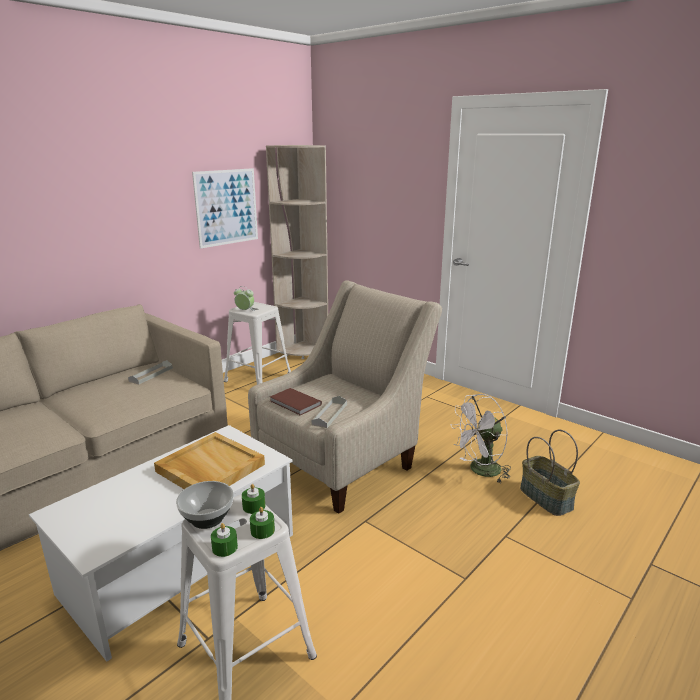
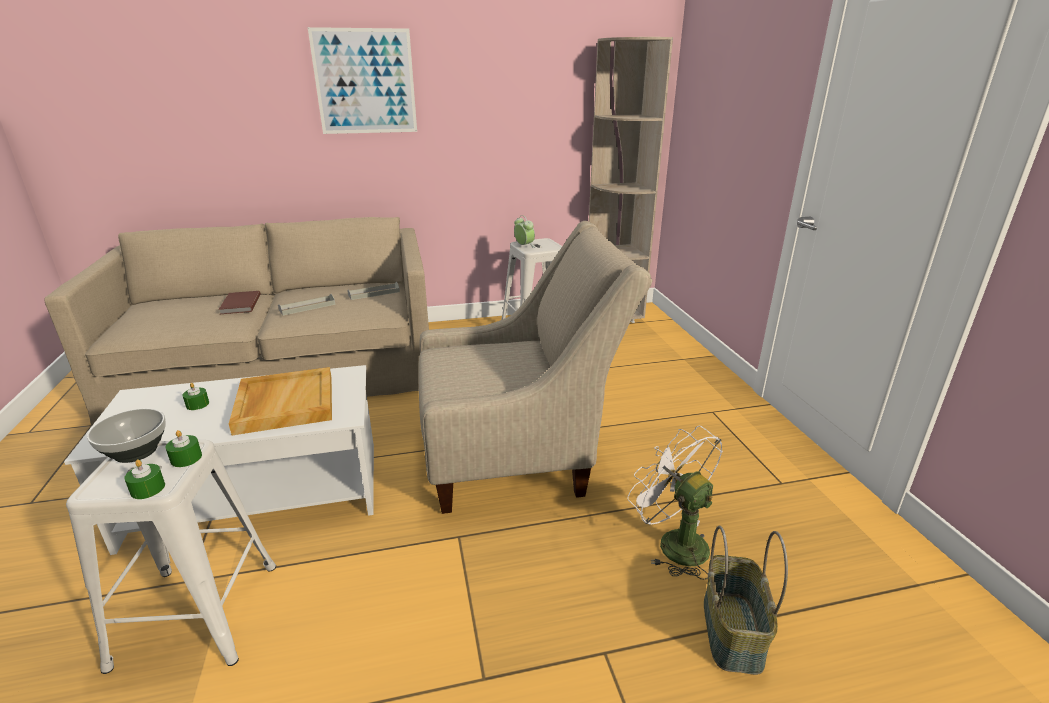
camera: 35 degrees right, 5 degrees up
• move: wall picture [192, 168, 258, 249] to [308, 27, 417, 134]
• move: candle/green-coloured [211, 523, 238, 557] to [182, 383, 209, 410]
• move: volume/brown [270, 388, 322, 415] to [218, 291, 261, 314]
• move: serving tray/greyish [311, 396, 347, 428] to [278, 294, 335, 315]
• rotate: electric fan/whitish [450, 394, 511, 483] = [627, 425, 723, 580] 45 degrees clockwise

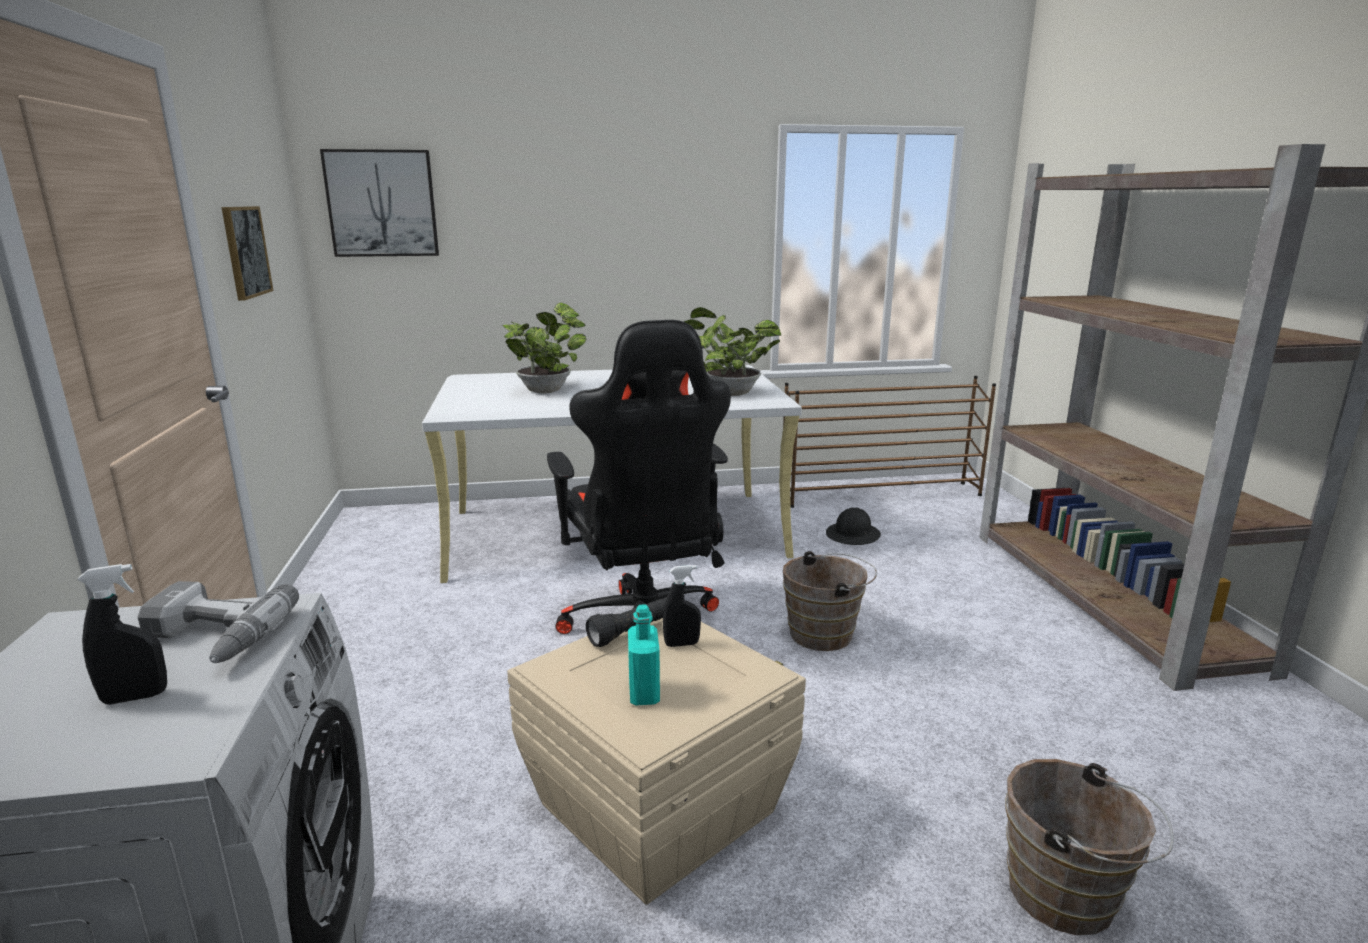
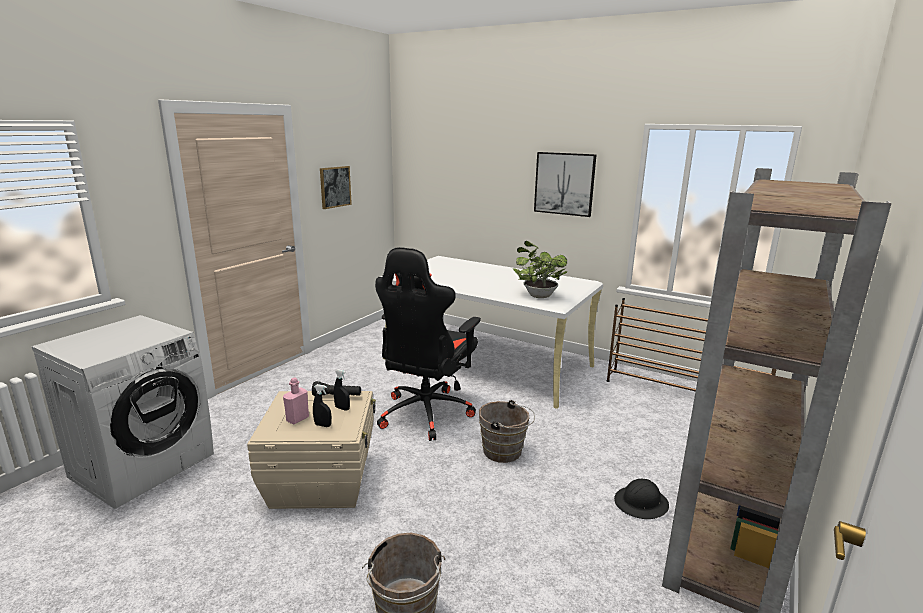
camera: 40 degrees right, 0 degrees up
• move: spray bottle/blackish [77, 564, 167, 705] to [313, 384, 331, 427]
• delete: electric drill [138, 581, 299, 663]
• move: wall picture [320, 149, 439, 257] to [534, 152, 596, 217]
• delete: plant in a pot [502, 303, 586, 394]
• recolor: drink bottle/turquoise [628, 604, 660, 705] to drink bottle/pinkish [283, 377, 309, 424]
• move: hard hat/blackish [826, 507, 881, 545] to [614, 479, 669, 519]

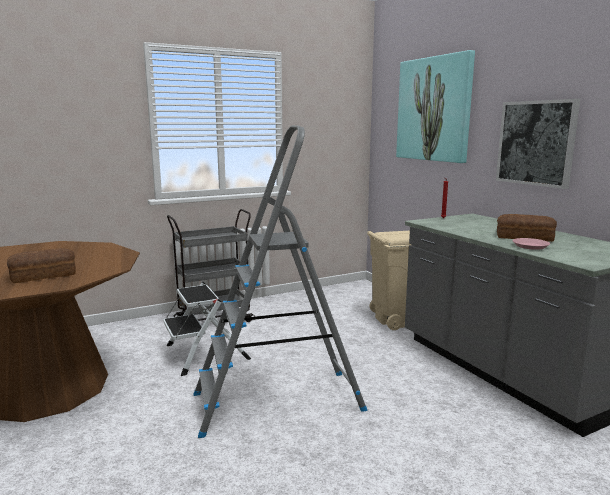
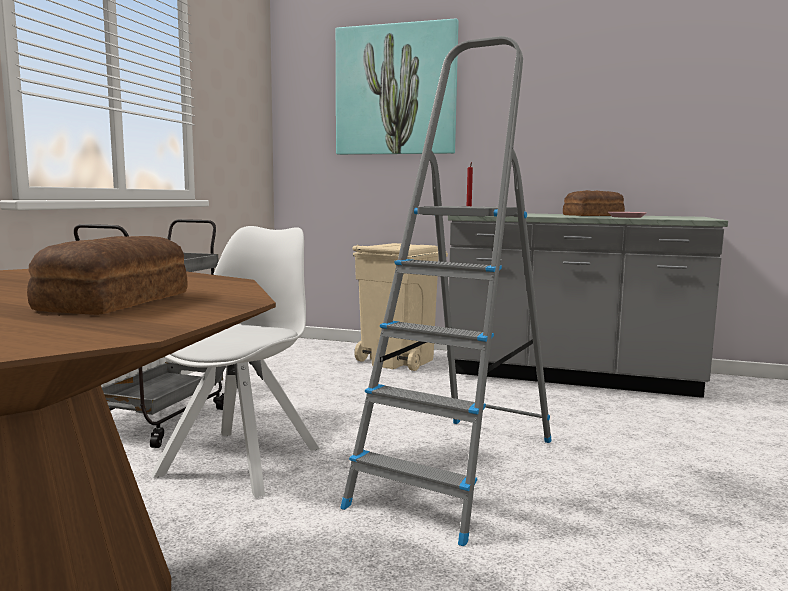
camera: 45 degrees left, 5 degrees down
• replace: step ladder [163, 282, 251, 376] to upright chair/whitish [151, 226, 320, 498]
• delete: wall picture [496, 99, 580, 189]

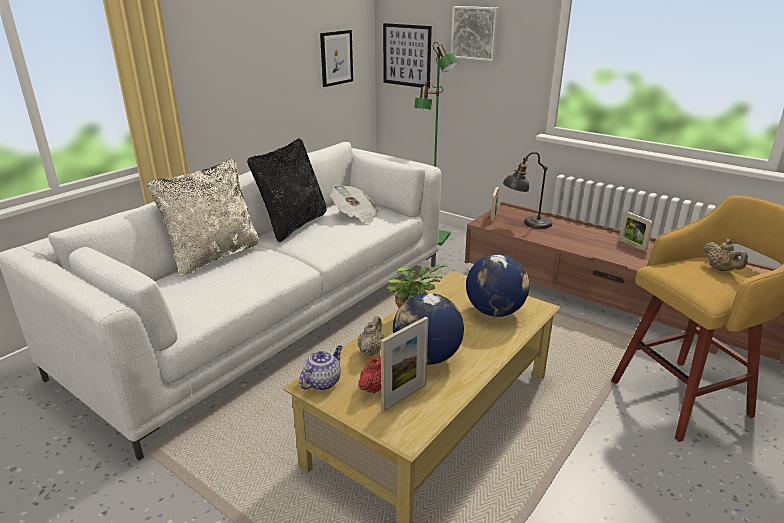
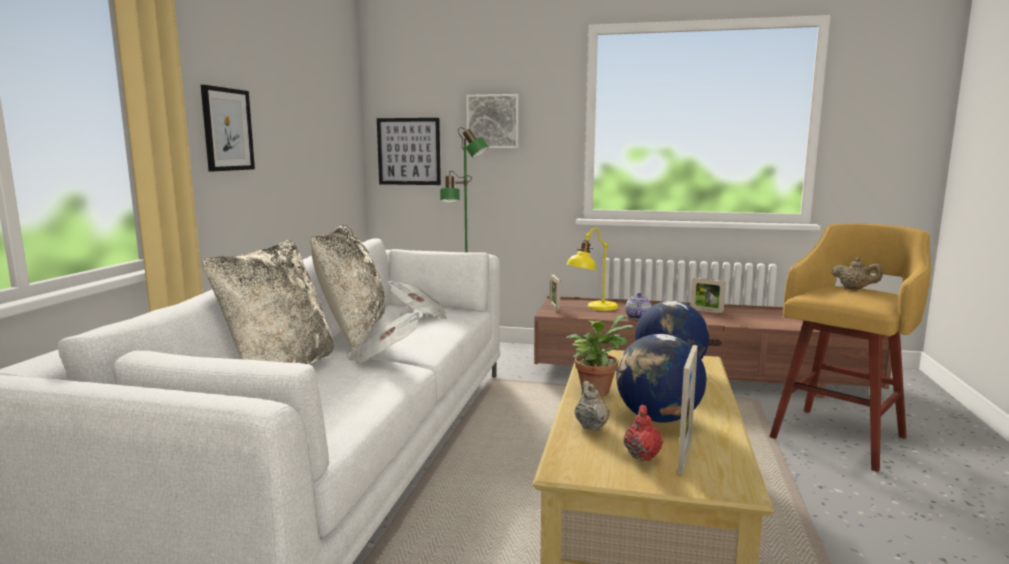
camera: 25 degrees left, 15 degrees down
• recolor: throw pillow/blackish [247, 138, 326, 242] to throw pillow/beige [310, 224, 385, 349]
• move: pot for tea [299, 345, 342, 390] to [625, 293, 651, 320]
• move: wall picture [320, 30, 353, 87] to [201, 85, 255, 172]
• recolor: tabletop lamp/greyish [503, 152, 552, 229] to tabletop lamp/yellowish [567, 228, 618, 311]
• insert: daily paper [346, 312, 424, 364]

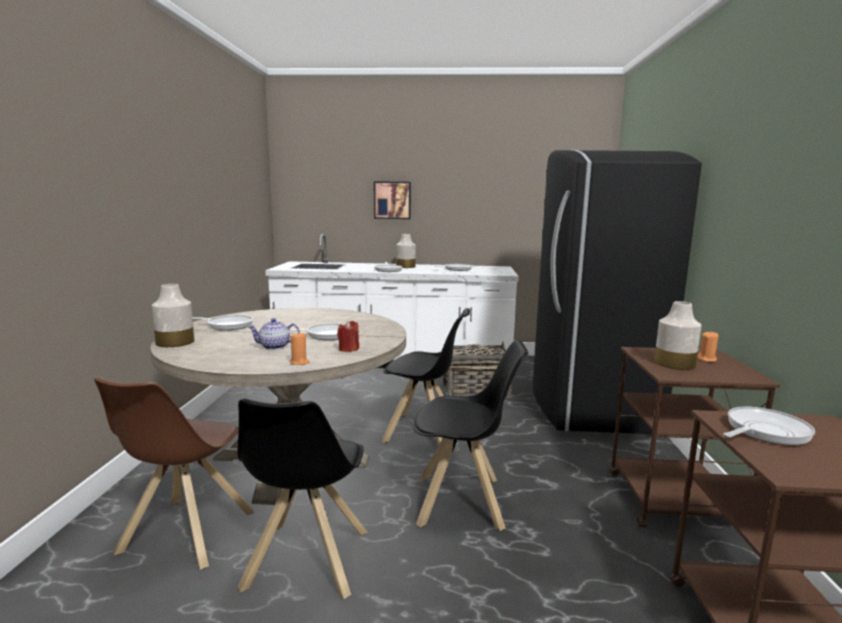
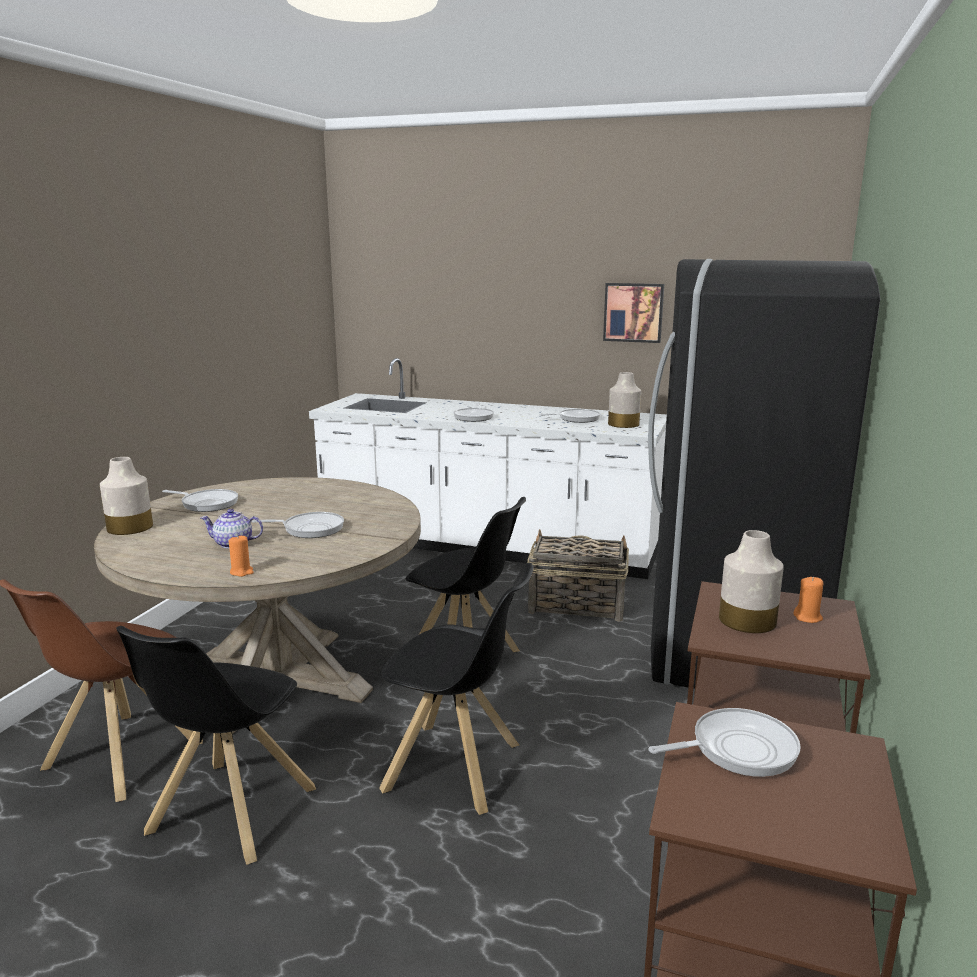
camera: 15 degrees right, 5 degrees up
• delete: candle/red-coloured [337, 321, 359, 352]
• move: wall picture [374, 181, 411, 219] to [603, 283, 664, 343]
• move: decorative vase/beige [396, 234, 416, 268] to [608, 372, 641, 428]

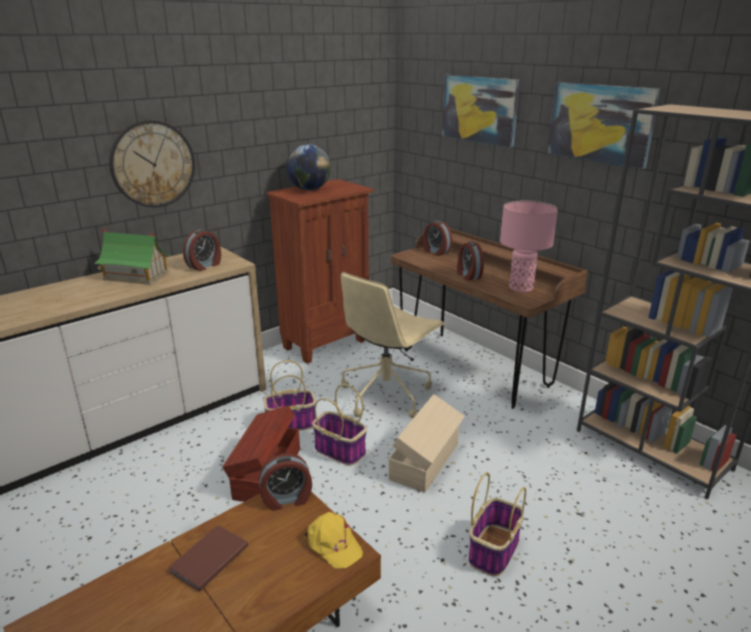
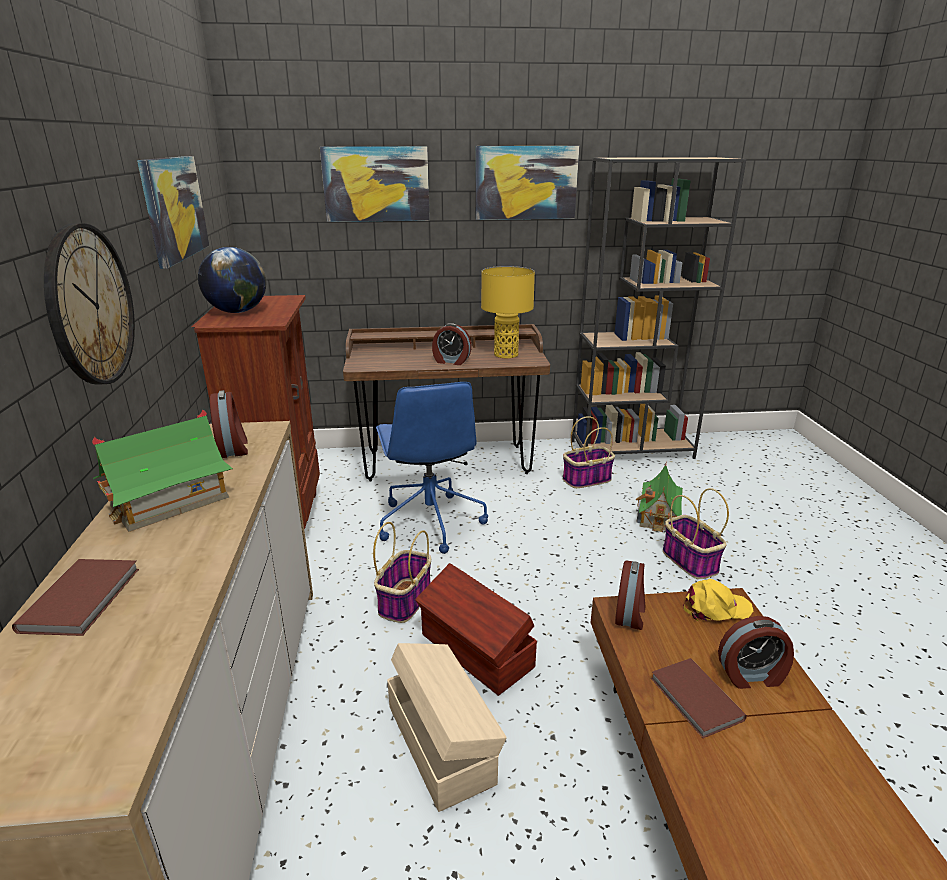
camera: 55 degrees left, 0 degrees up
• move: household basket [312, 384, 367, 465] to [563, 416, 615, 488]
• recolor: office chair/beige [341, 272, 445, 418] to office chair/blue-coloured [376, 382, 488, 554]
• move: storage bin/beige [389, 394, 465, 493] to [387, 643, 507, 812]
• move: alarm clock [423, 220, 452, 256] to [718, 616, 794, 689]
• recolor: tabletop lamp/pinkish [500, 201, 558, 292] to tabletop lamp/yellowish [481, 266, 535, 358]
• insert: volume/brown [12, 559, 139, 636]
• insert: wall picture [137, 156, 209, 269]
• insert: miniature house [636, 464, 683, 532]

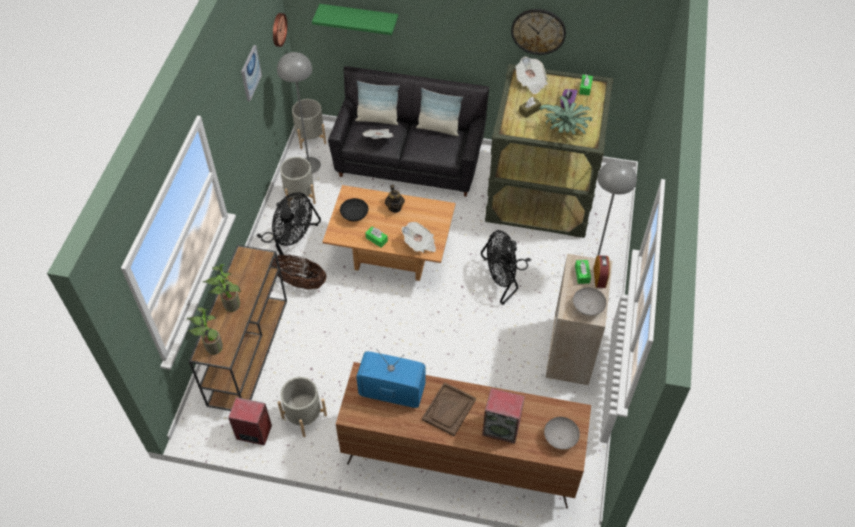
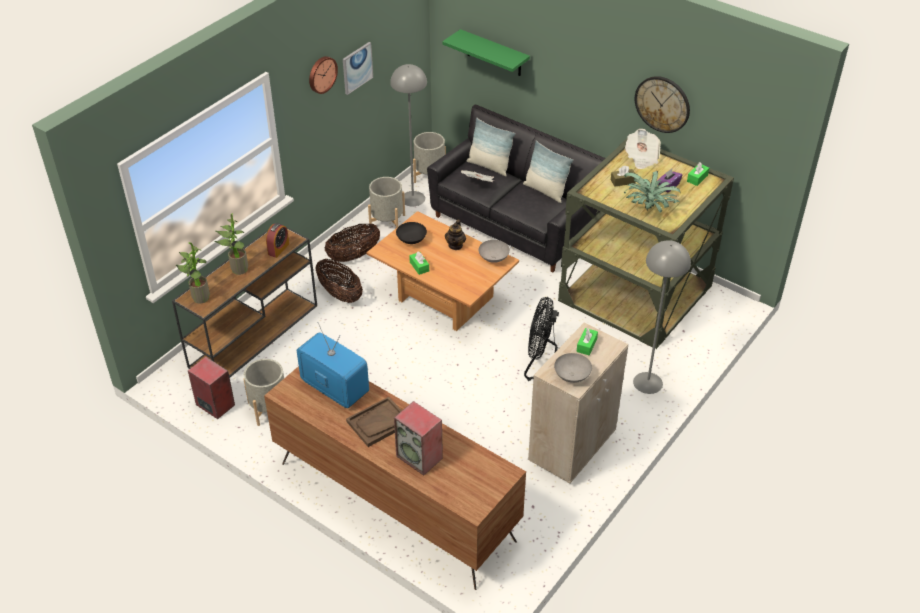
camera: 25 degrees right, 10 degrees down
• replace: electric fan/blackish [257, 192, 321, 263] to household basket [325, 223, 380, 262]
• move: wall clock [273, 13, 287, 47] to [309, 56, 338, 94]
• delete: daily paper [402, 222, 436, 253]
• move: bowl/greyish [544, 417, 580, 449] to [479, 240, 510, 263]
• move: alarm clock [593, 256, 610, 288] to [266, 223, 289, 258]

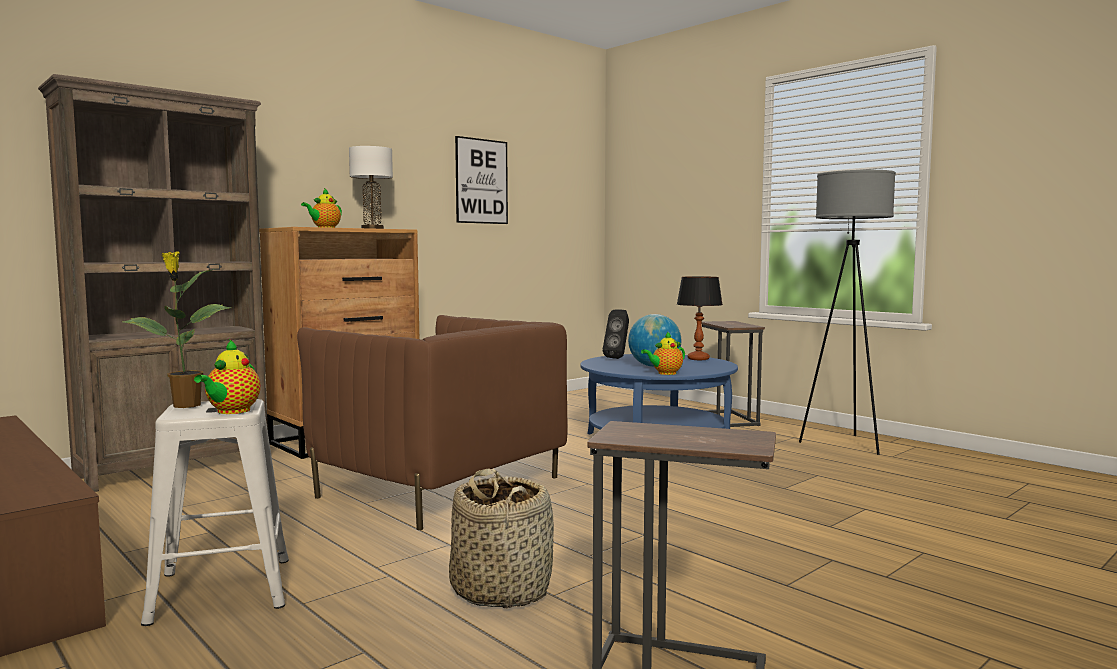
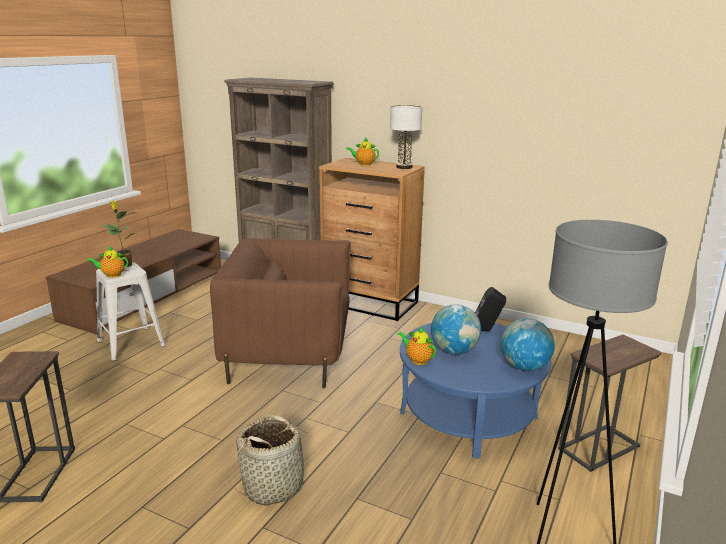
camera: 70 degrees right, 15 degrees up
• rotate: armchair/brown [297, 315, 568, 530] = [210, 239, 351, 388] 75 degrees clockwise
• move: household basket [449, 468, 554, 608] to [234, 415, 315, 506]
• delete: wall picture [455, 136, 508, 224]
• replace: tabletop lamp [677, 276, 723, 360] to desk globe [501, 318, 555, 371]

